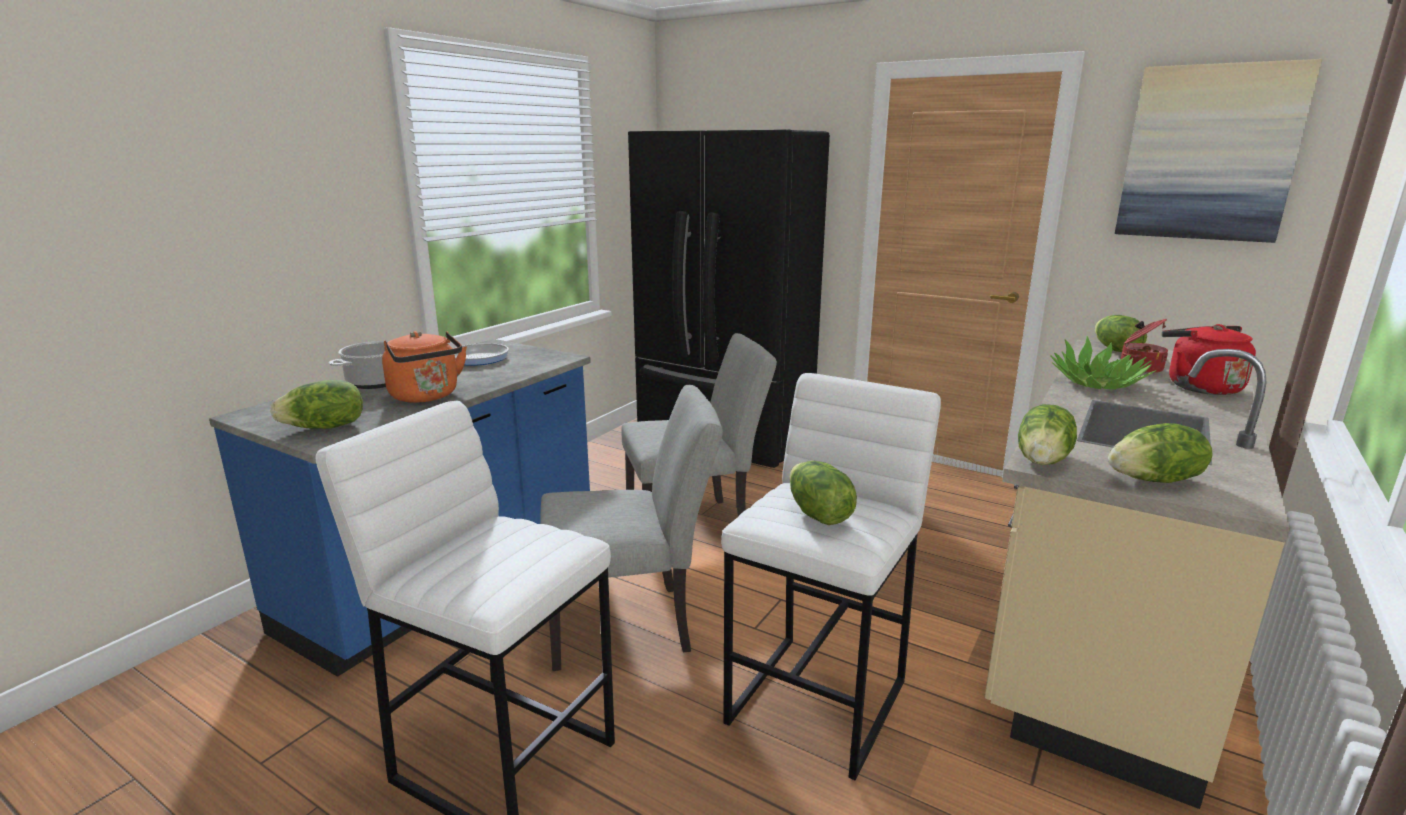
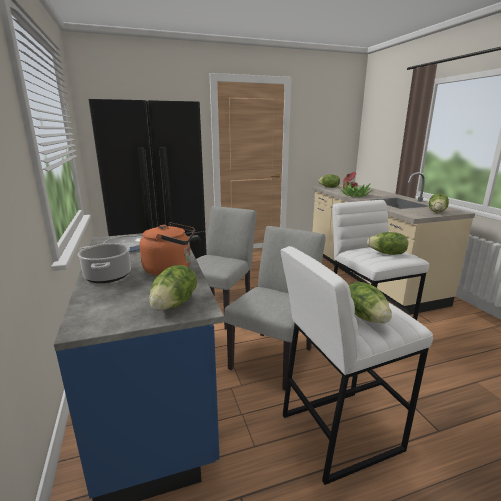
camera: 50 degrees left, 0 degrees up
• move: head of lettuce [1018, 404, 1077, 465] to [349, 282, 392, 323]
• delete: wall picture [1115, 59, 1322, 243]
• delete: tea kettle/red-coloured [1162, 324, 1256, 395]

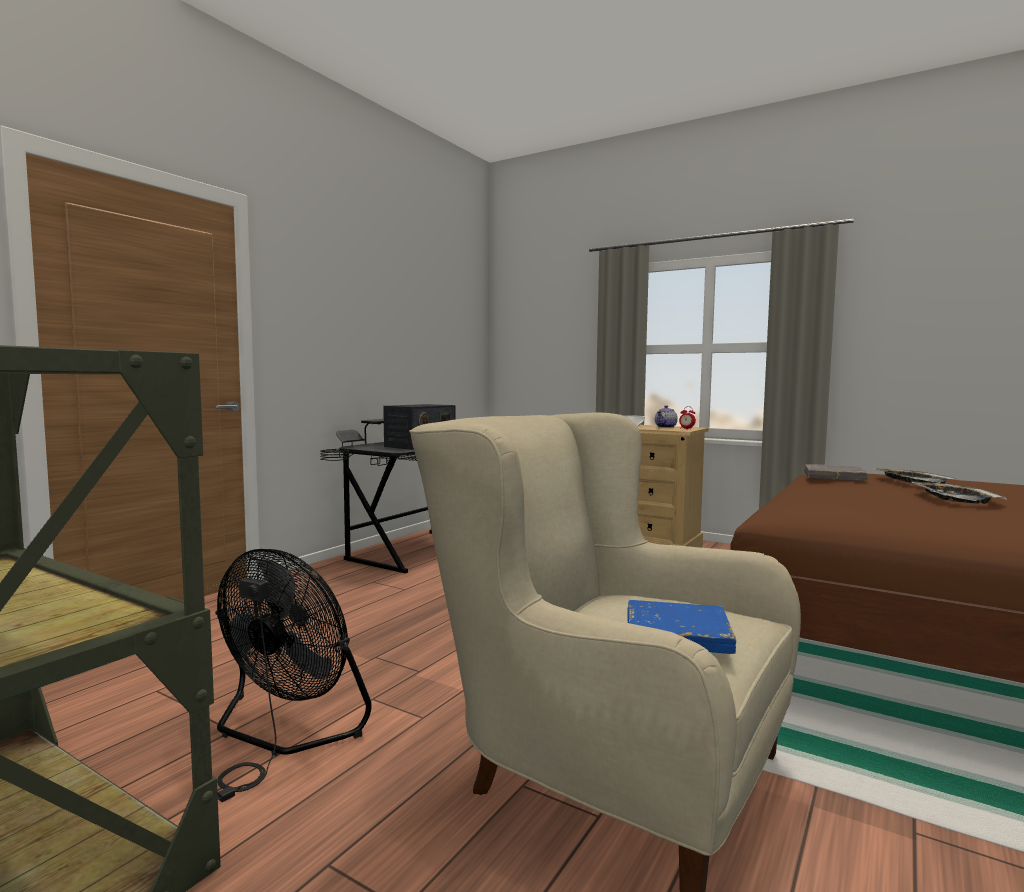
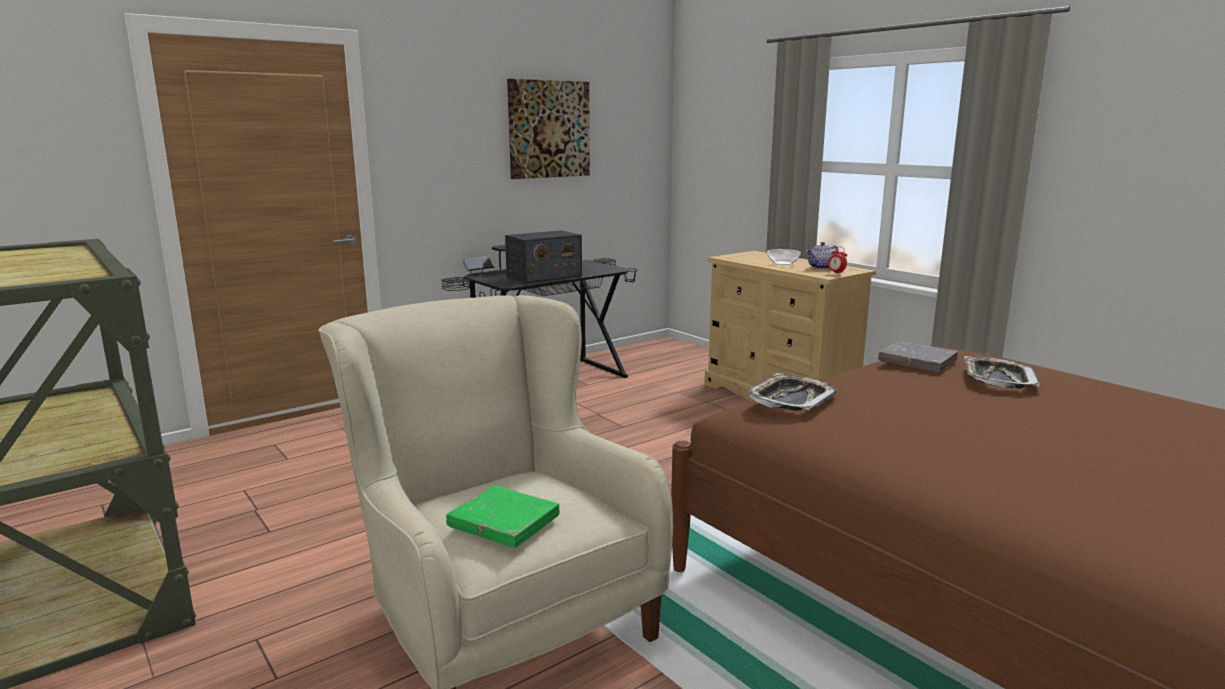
camera: 20 degrees right, 10 degrees up
• delete: electric fan/blackish [215, 549, 371, 802]
• recolor: volume/blue-coloured [627, 600, 736, 654] to volume/green-coloured [446, 485, 560, 548]
• move: serving tray [912, 482, 1007, 504] to [748, 373, 836, 411]
• insert: wall picture [507, 79, 590, 179]

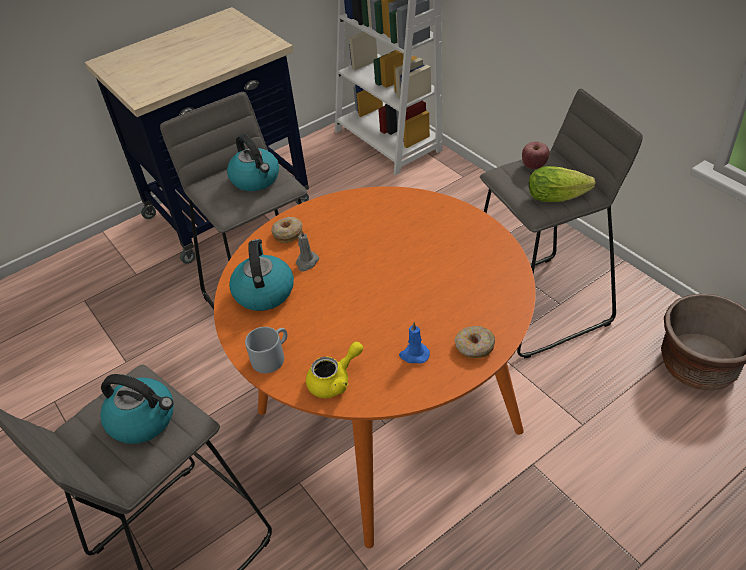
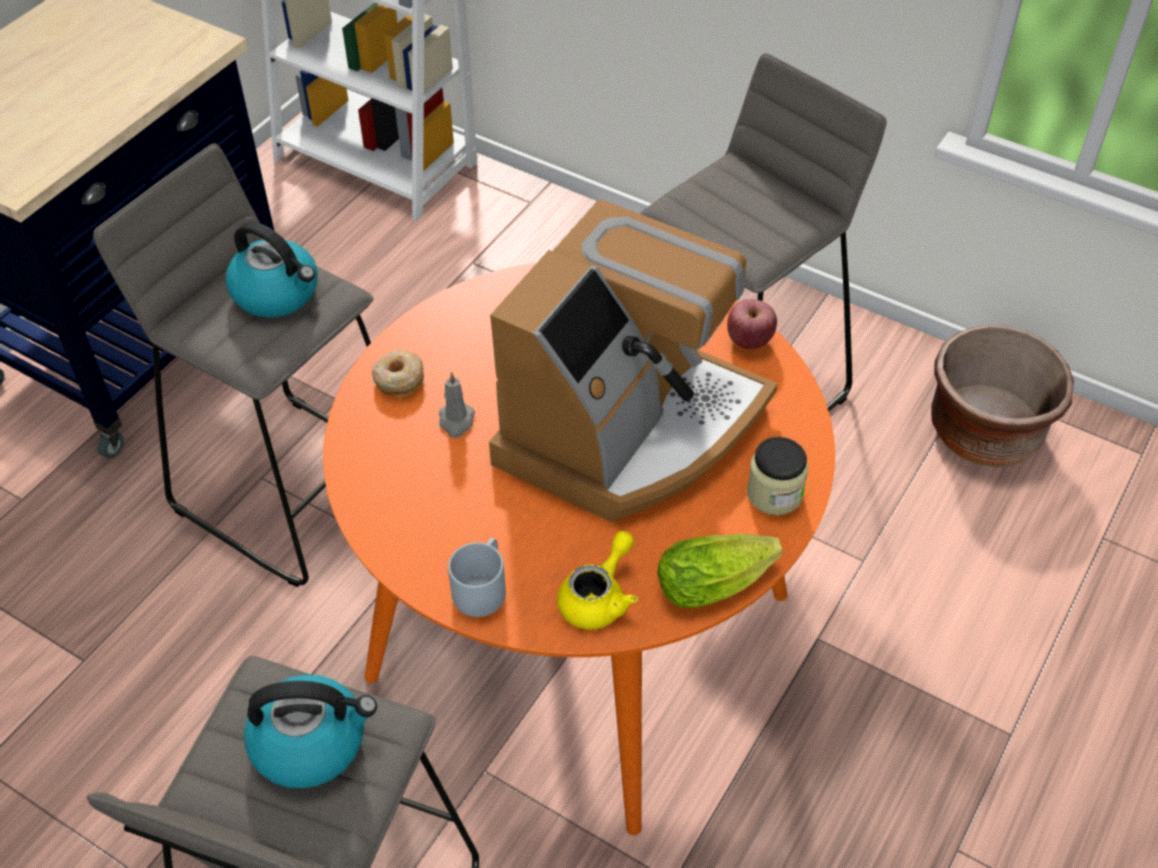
camera: 25 degrees left, 5 degrees up
• delete: tea kettle [229, 239, 294, 311]
• delete: candle/blue-coloured [399, 322, 430, 364]
• replace: doughnut [455, 326, 495, 358] to jar [747, 437, 808, 515]
• move: apple fruit [522, 142, 550, 169] to [727, 299, 777, 350]
• move: head of lettuce [529, 166, 596, 202] to [658, 534, 782, 608]
• insert: coffee maker [489, 199, 778, 522]

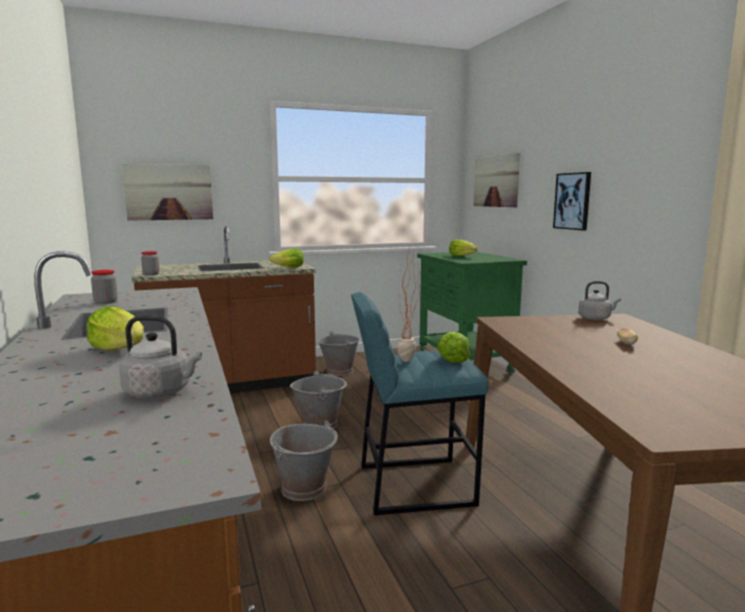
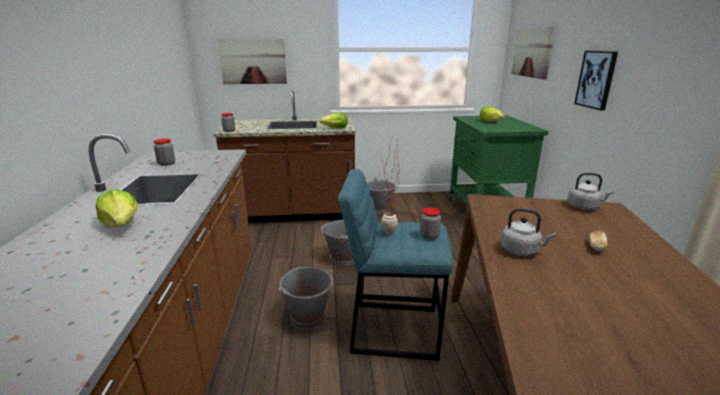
camera: 15 degrees right, 10 degrees up
• move: tea kettle/greyish [119, 315, 202, 398] to [500, 208, 556, 256]
• replace: head of lettuce [437, 332, 470, 363] to jar [420, 207, 441, 240]

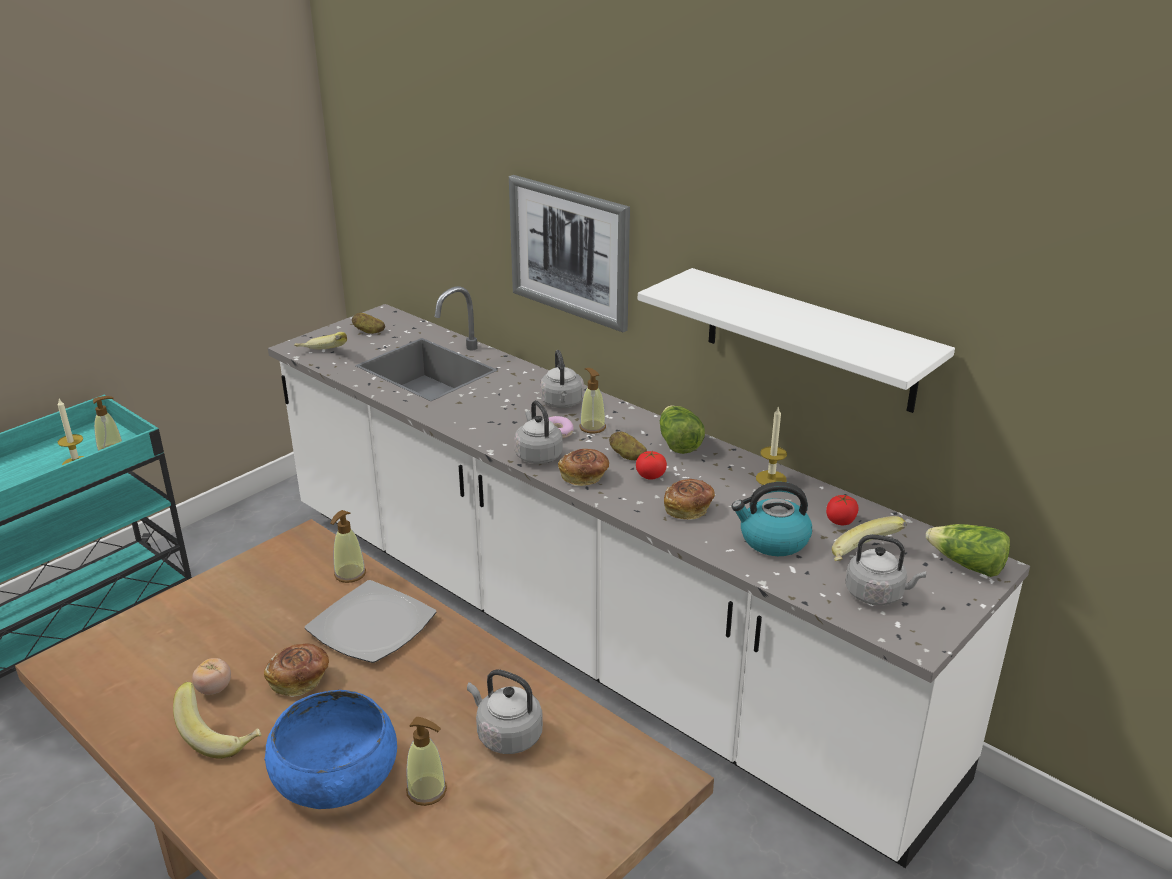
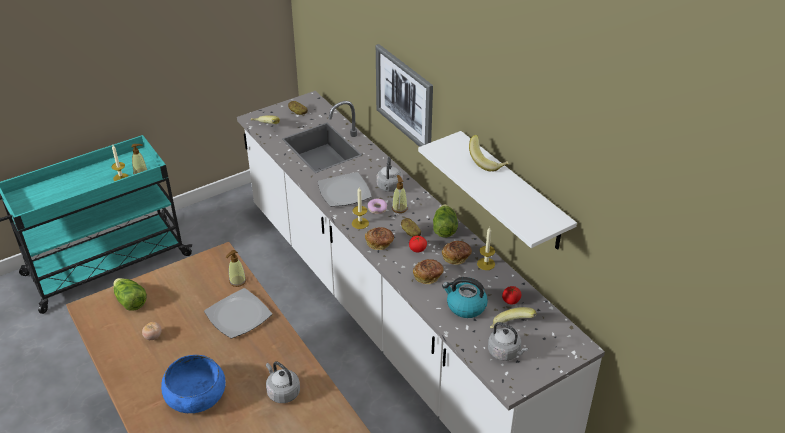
camera: 15 degrees right, 10 degrees up
• move: whole banana [173, 682, 262, 759] to [469, 135, 509, 172]
• move: bread [264, 643, 329, 697] to [442, 241, 472, 265]
• delete: soap dispenser [406, 717, 447, 806]
• replace: tea kettle/greyish [514, 400, 563, 464] to candle [352, 187, 369, 229]
• move: head of lettuce [926, 524, 1010, 577] to [114, 278, 147, 311]
• insert: plate [318, 172, 372, 207]

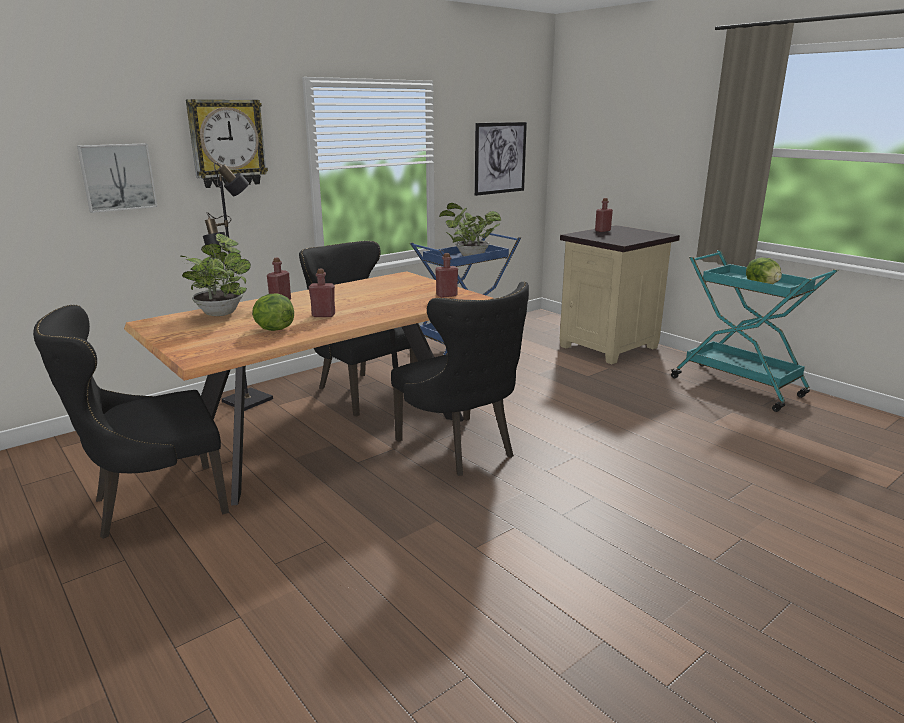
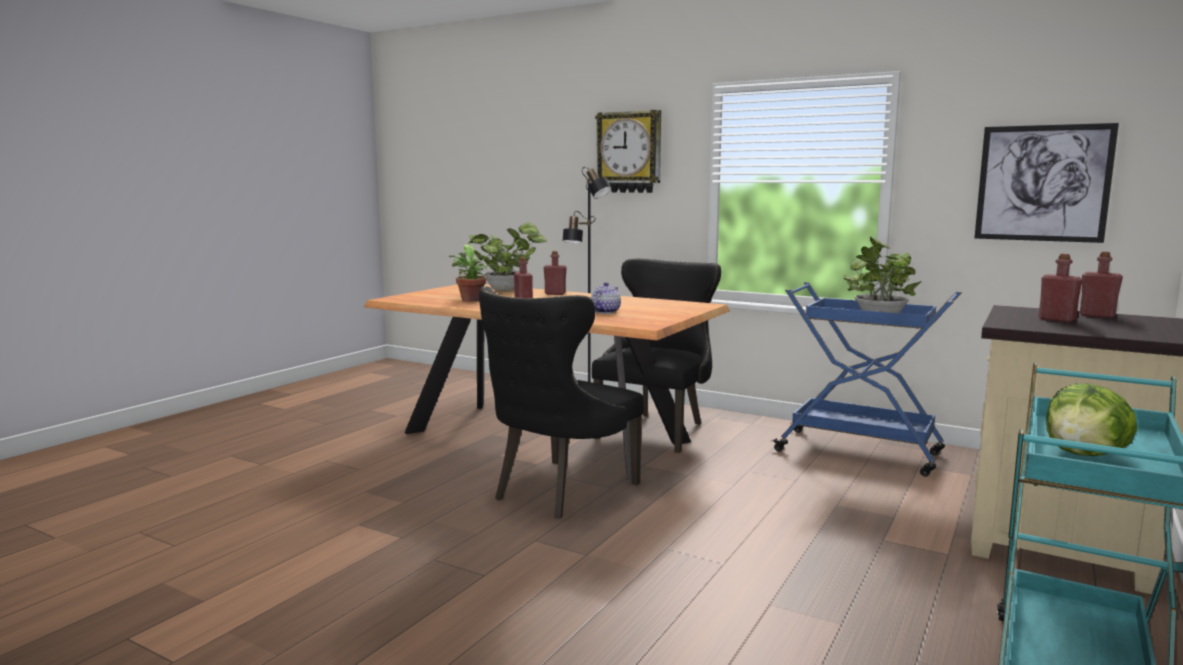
camera: 70 degrees right, 10 degrees down
• delete: upright chair/blackish [33, 305, 229, 539]
• delete: wall picture [77, 143, 157, 213]
• replace: head of lettuce [252, 293, 294, 331] to plant in a pot [449, 245, 497, 302]
• move: drink bottle/red-coloured [435, 253, 458, 298] to [1038, 254, 1083, 322]
• insert: pot for tea [591, 282, 621, 314]

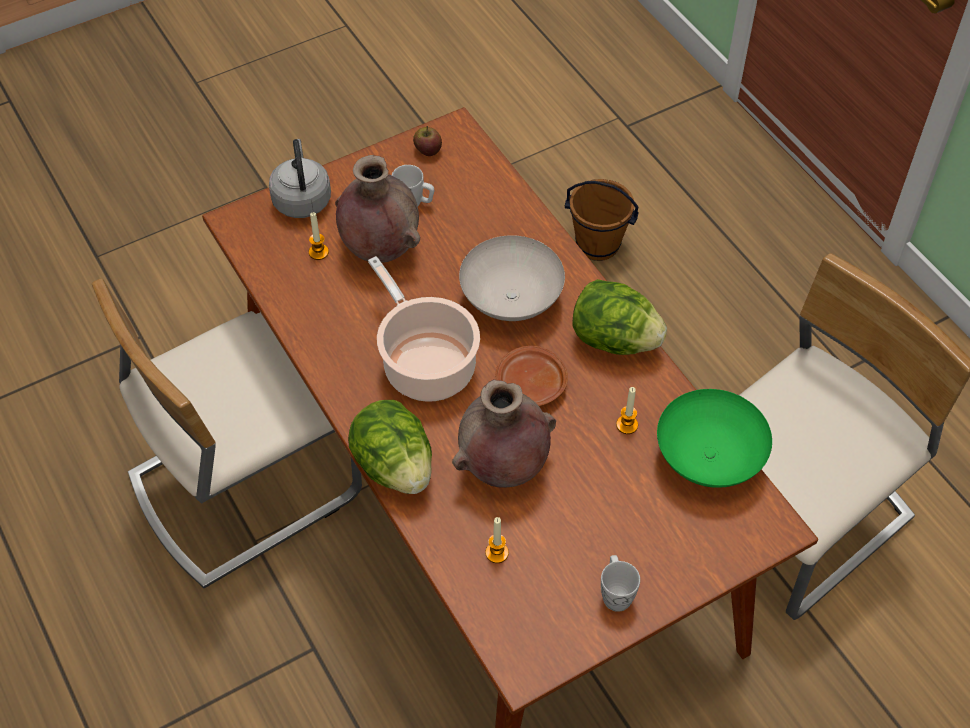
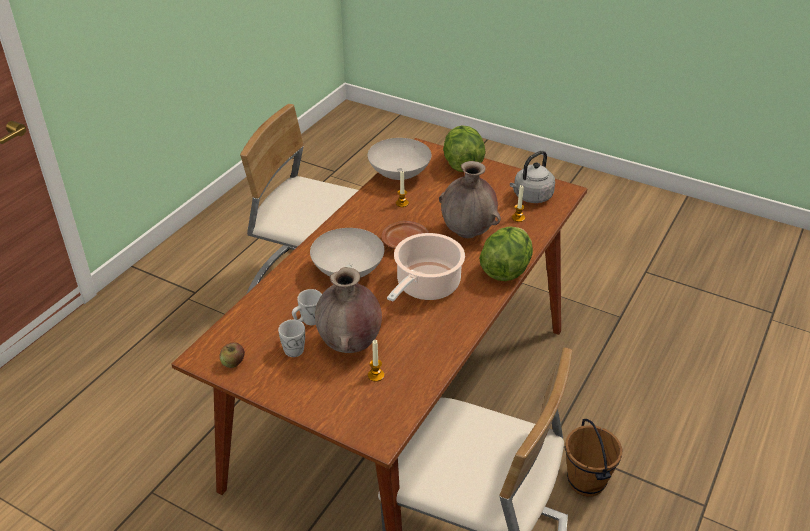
camera: 120 degrees left, 15 degrees down
• move: tea kettle/greyish [269, 139, 331, 218] to [510, 151, 555, 203]
• move: water bucket/brown [565, 179, 639, 261] to [565, 419, 622, 497]
• move: head of lettuce [572, 279, 667, 355] to [443, 125, 486, 172]
• move: tea mug/whitish [601, 555, 640, 612] to [292, 289, 322, 325]
• recolor: bowl/green-coloured [657, 389, 772, 488] to bowl/whitish [367, 138, 432, 180]

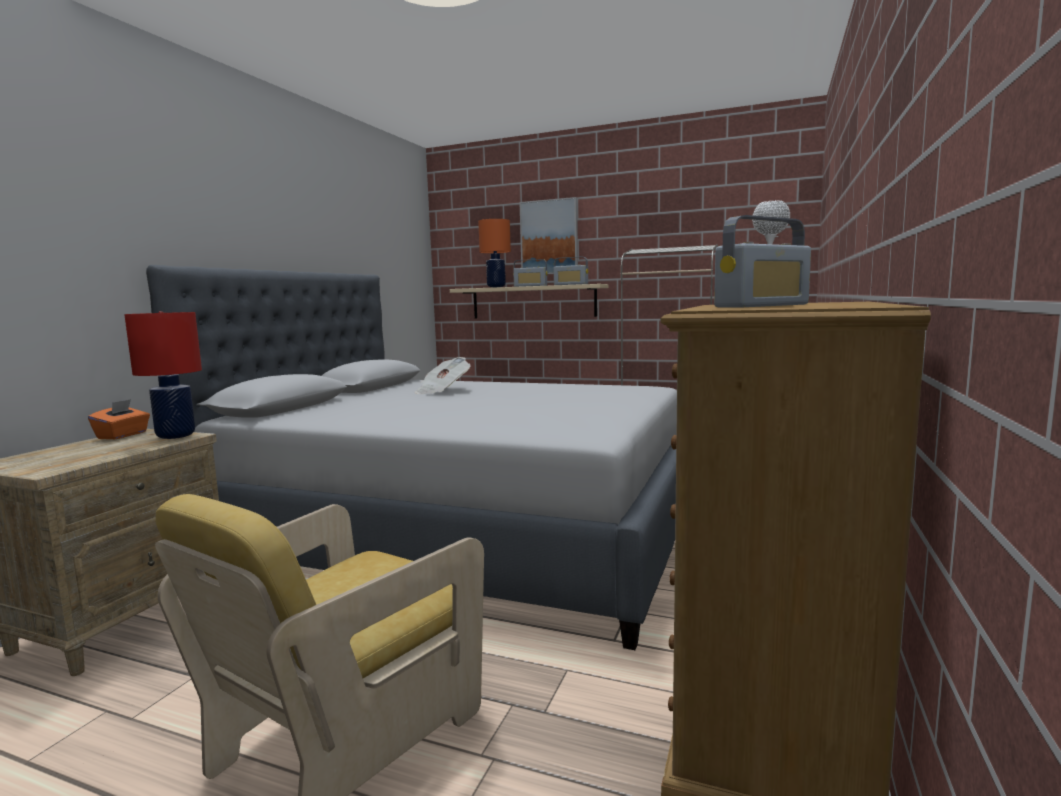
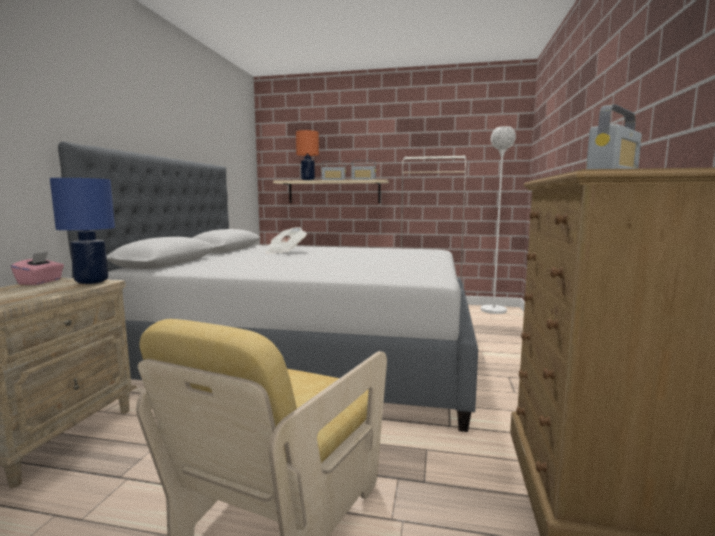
camera: 10 degrees left, 0 degrees up
• recolor: box of tissues/orange [88, 399, 150, 439] to box of tissues/pinkish [11, 252, 64, 285]
• recolor: tabletop lamp/red-coloured [124, 311, 202, 439] to tabletop lamp/blue-coloured [50, 177, 115, 284]
• delete: wall picture [519, 197, 578, 274]

